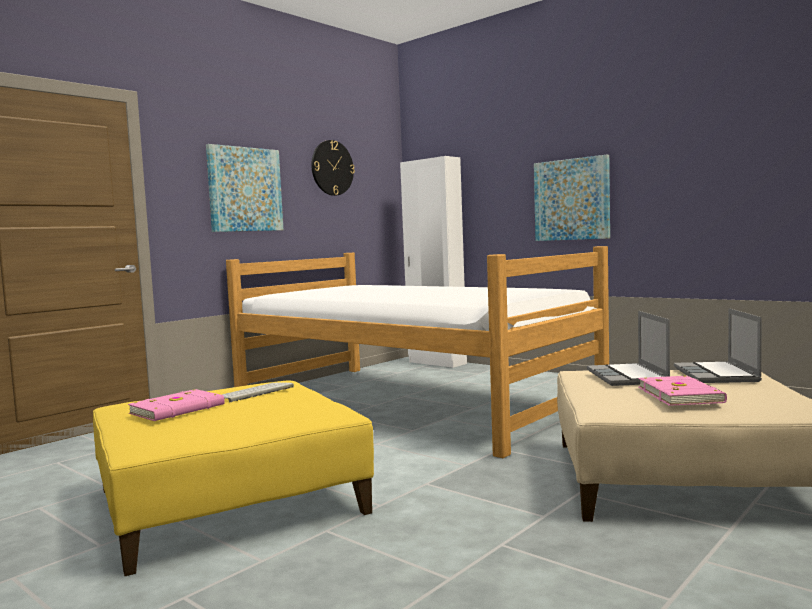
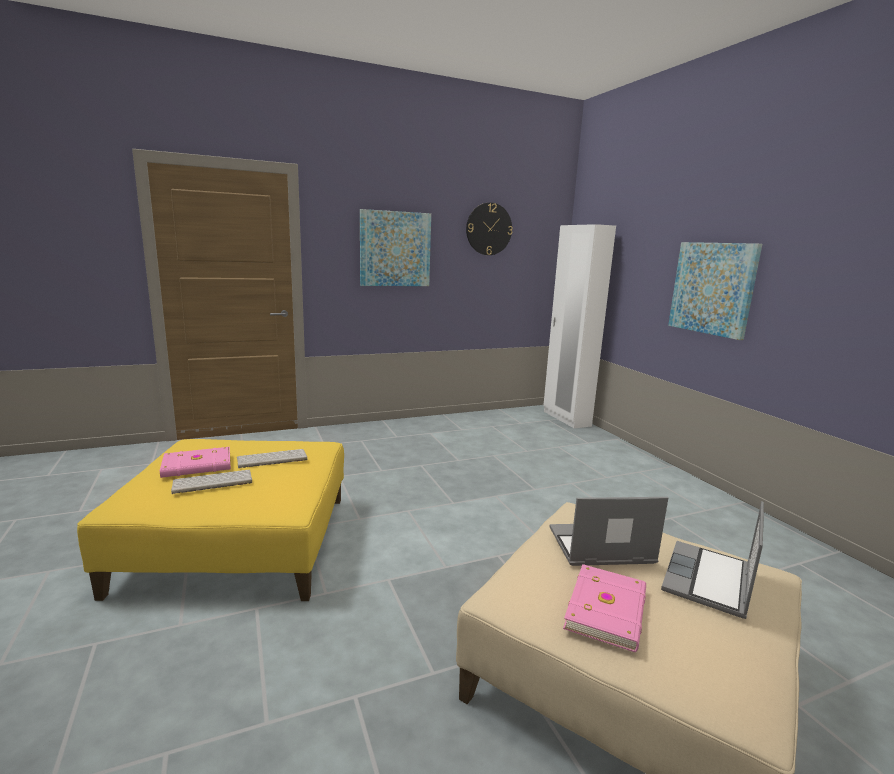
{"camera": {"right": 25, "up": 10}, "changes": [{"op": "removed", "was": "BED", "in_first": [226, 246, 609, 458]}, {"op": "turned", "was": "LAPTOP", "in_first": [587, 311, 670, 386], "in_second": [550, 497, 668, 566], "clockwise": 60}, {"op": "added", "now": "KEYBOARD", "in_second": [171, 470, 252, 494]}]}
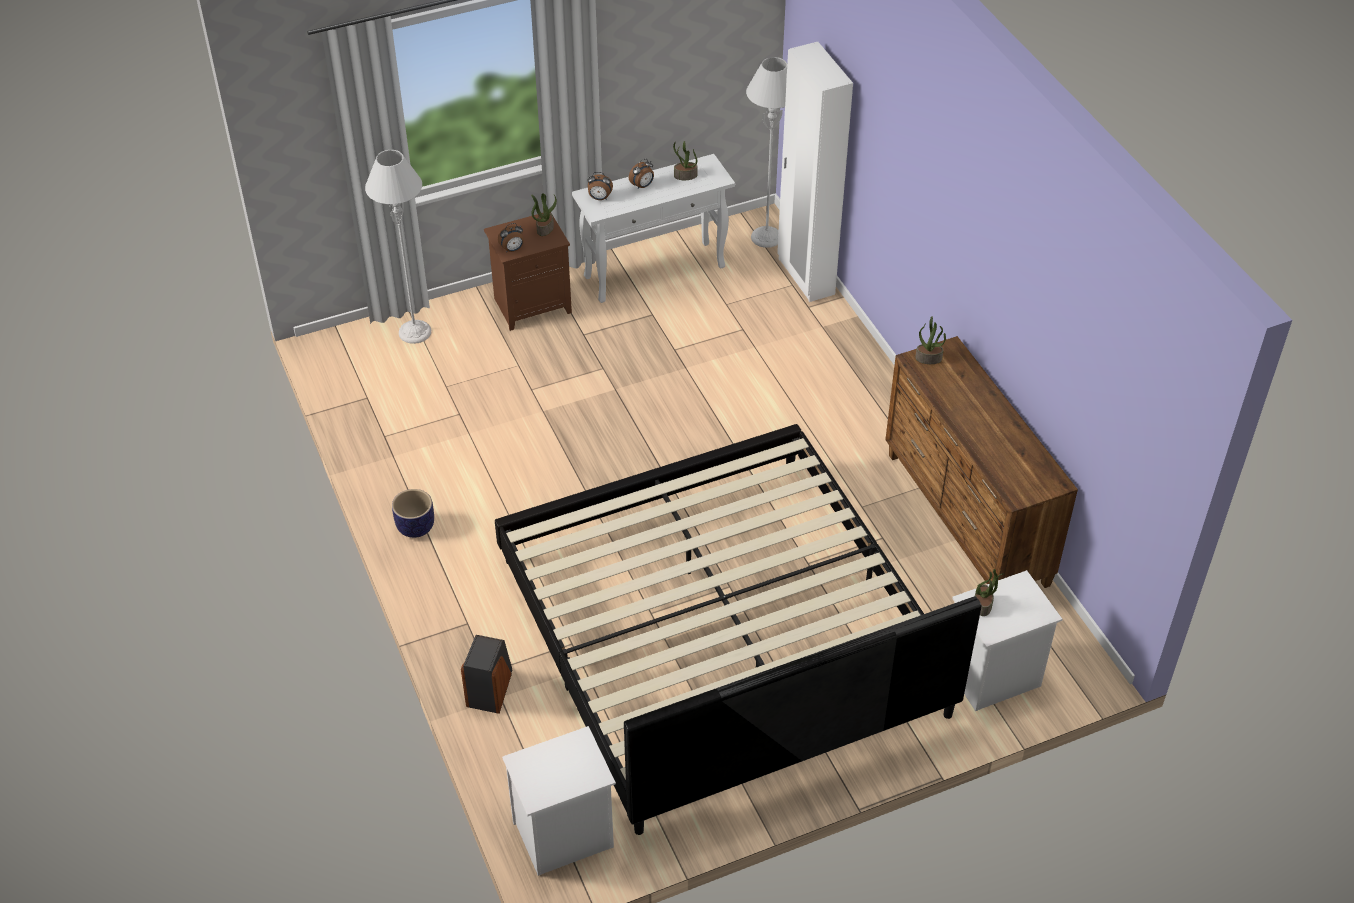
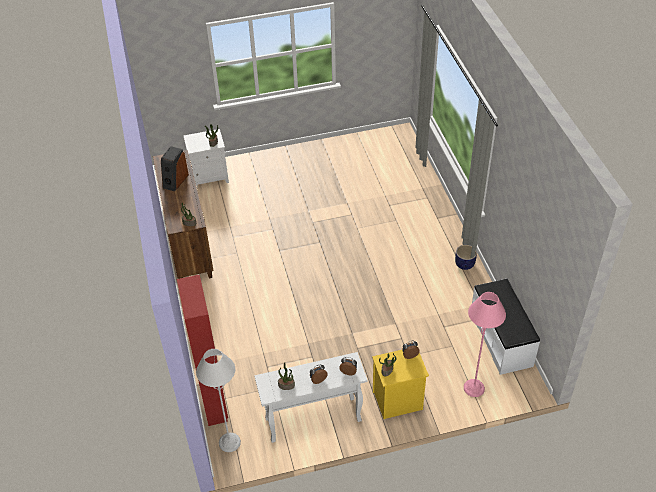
{"camera": {"right": -170, "up": 0}, "changes": [{"op": "recoloured", "was": "WHITE WARDROBE", "now": "RED WARDROBE", "in_first": [777, 42, 853, 302], "in_second": [177, 275, 228, 426]}, {"op": "recoloured", "was": "GREY FLOOR LAMP", "now": "PINK FLOOR LAMP", "in_first": [365, 150, 431, 344], "in_second": [464, 292, 506, 397]}, {"op": "recoloured", "was": "BROWN NIGHTSTAND", "now": "YELLOW NIGHTSTAND", "in_first": [484, 212, 572, 331], "in_second": [372, 350, 429, 419]}, {"op": "removed", "was": "BED", "in_first": [495, 424, 981, 835]}, {"op": "moved", "was": "SPEAKER", "in_first": [461, 635, 512, 714], "in_second": [161, 146, 189, 192]}, {"op": "removed", "was": "WHITE NIGHTSTAND", "in_first": [502, 726, 616, 876]}, {"op": "added", "now": "WHITE BENCH", "in_second": [472, 279, 540, 375]}]}
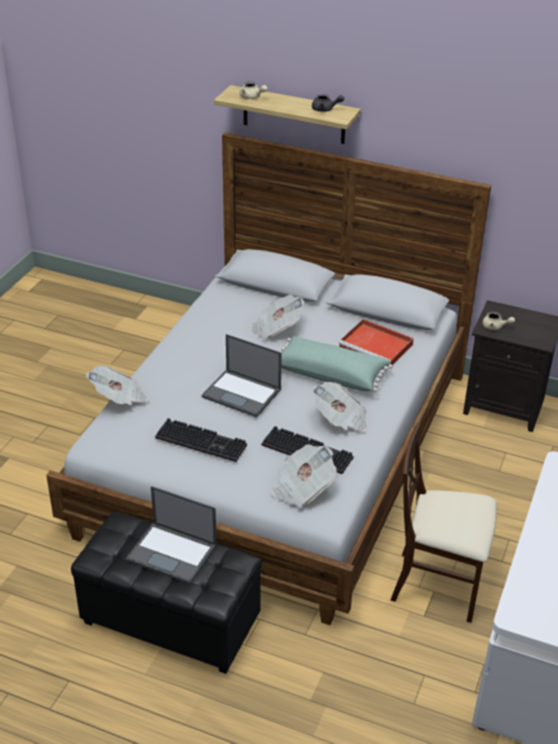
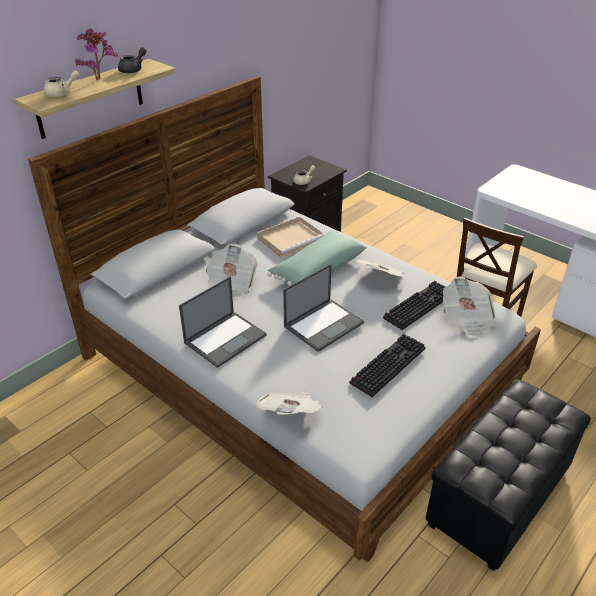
{"camera": {"right": -70, "up": 0}, "changes": [{"op": "recoloured", "was": "RED TRAY", "now": "BEIGE TRAY", "in_first": [339, 319, 414, 365], "in_second": [257, 217, 324, 258]}, {"op": "moved", "was": "LAPTOP", "in_first": [126, 486, 217, 584], "in_second": [179, 277, 267, 368]}, {"op": "added", "now": "POTTED PLANT", "in_second": [75, 28, 119, 80]}]}
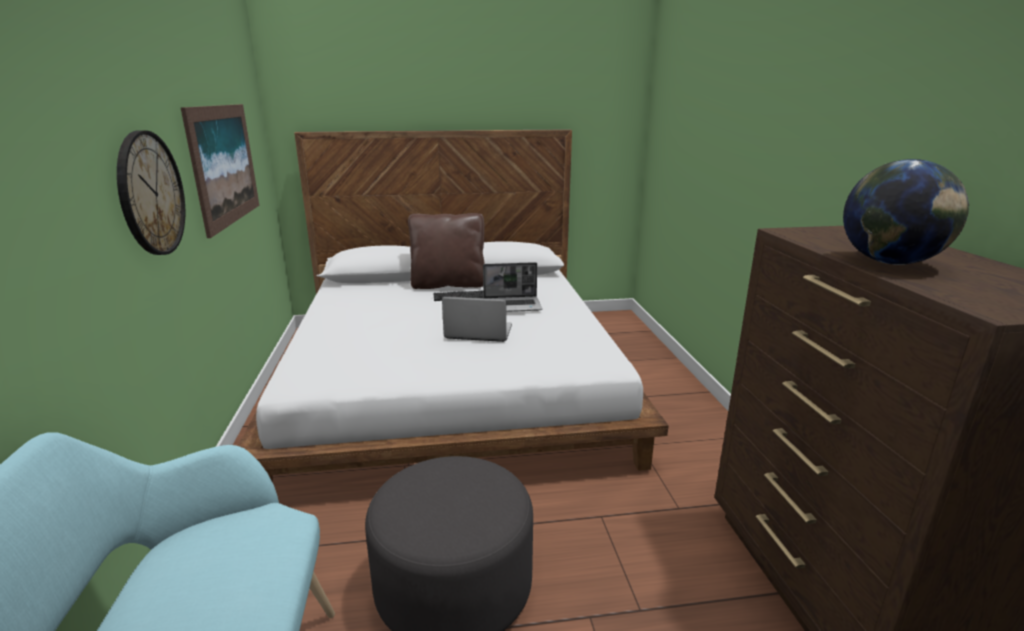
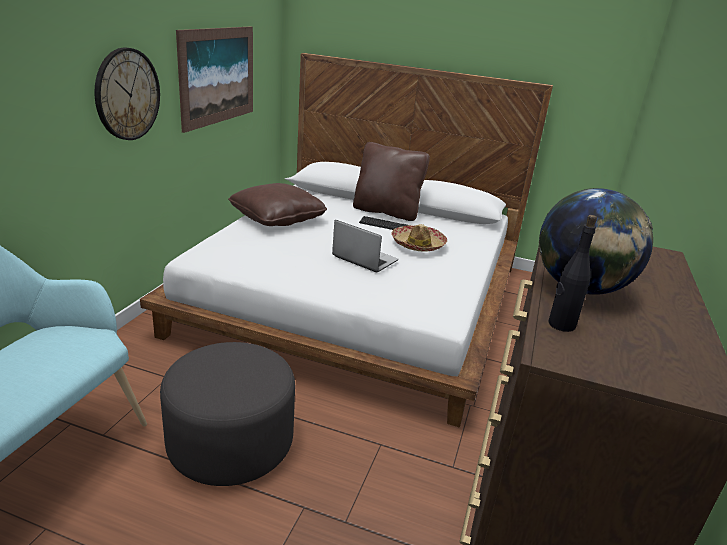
{"camera": {"right": 25, "up": 5}, "changes": [{"op": "replaced", "was": "LAPTOP", "now": "HAT", "in_first": [483, 262, 542, 312], "in_second": [392, 224, 447, 252]}, {"op": "added", "now": "BROWN PILLOW", "in_second": [228, 183, 327, 226]}, {"op": "added", "now": "BLACK BOTTLE", "in_second": [549, 215, 597, 332]}]}
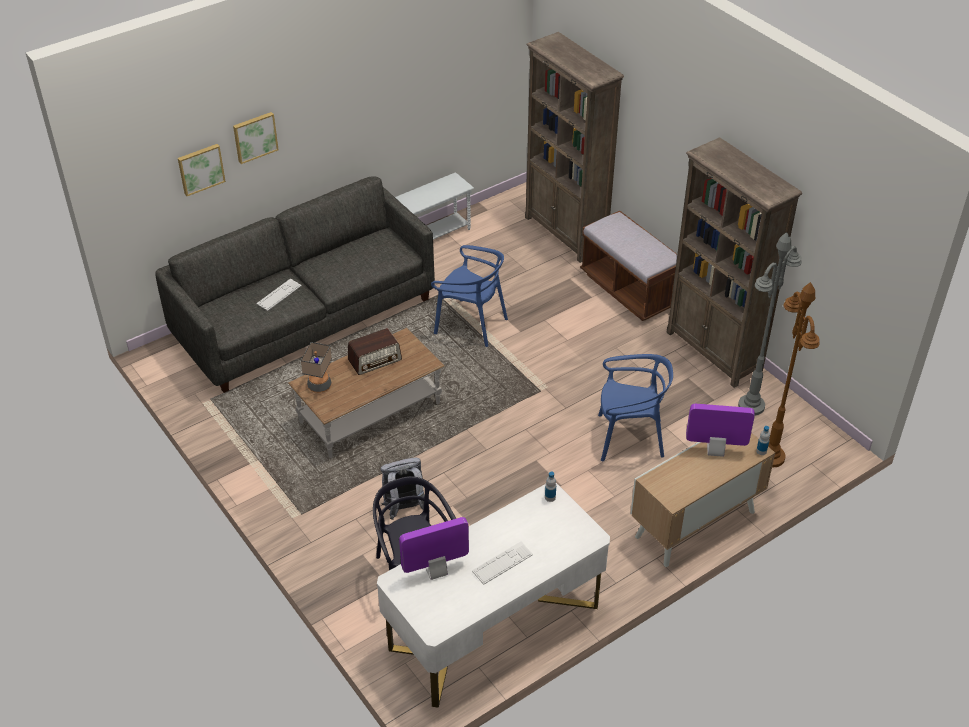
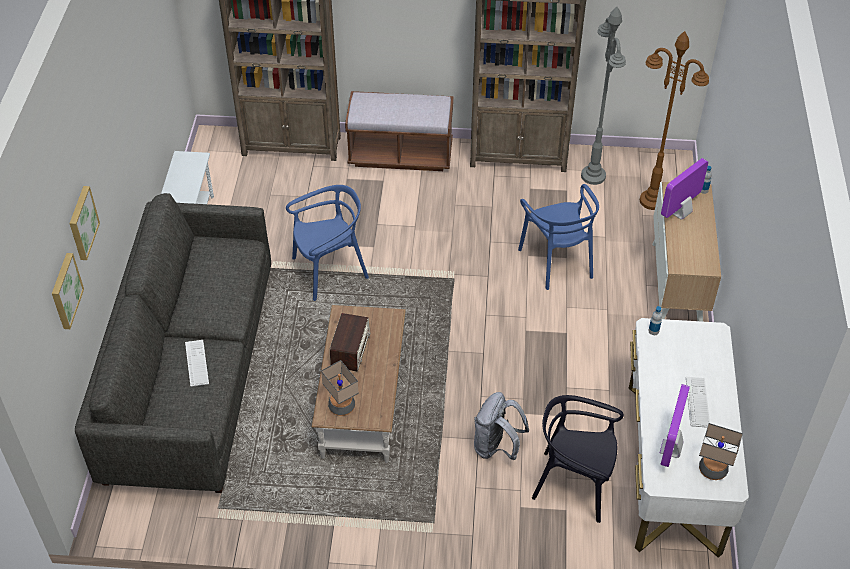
{"camera": {"right": -50, "up": 5}, "changes": [{"op": "turned", "was": "BLUE CHAIR", "in_first": [598, 354, 673, 461], "in_second": [518, 184, 599, 290], "clockwise": 120}, {"op": "added", "now": "TABLE LAMP", "in_second": [699, 423, 743, 480]}]}
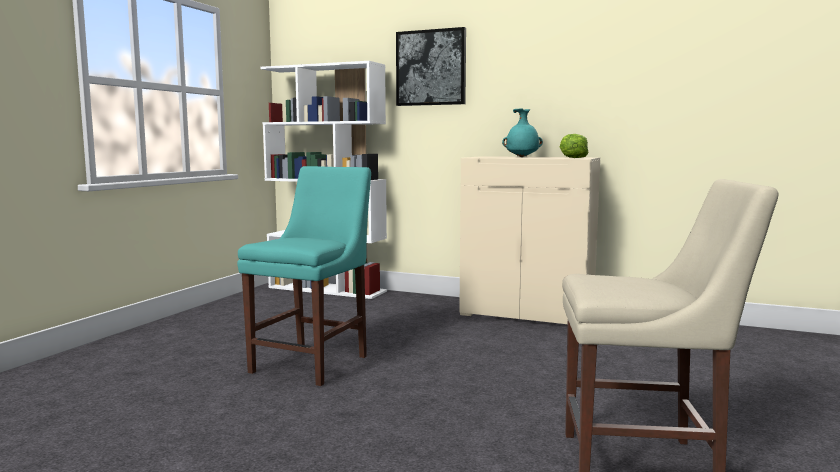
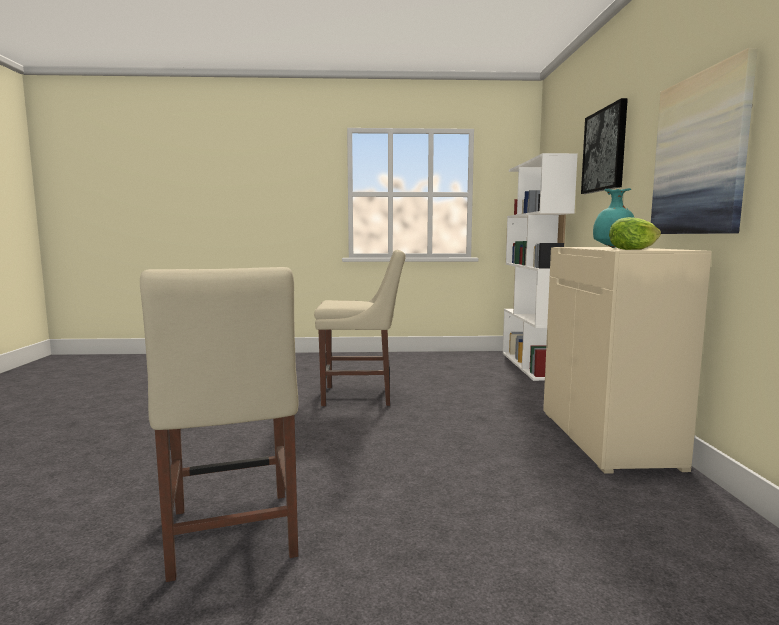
{"camera": {"right": 65, "up": 0}, "changes": [{"op": "recoloured", "was": "TURQUOISE CHAIR", "now": "BEIGE CHAIR", "in_first": [237, 166, 371, 386], "in_second": [314, 250, 406, 406]}, {"op": "added", "now": "PICTURE", "in_second": [651, 48, 758, 234]}]}
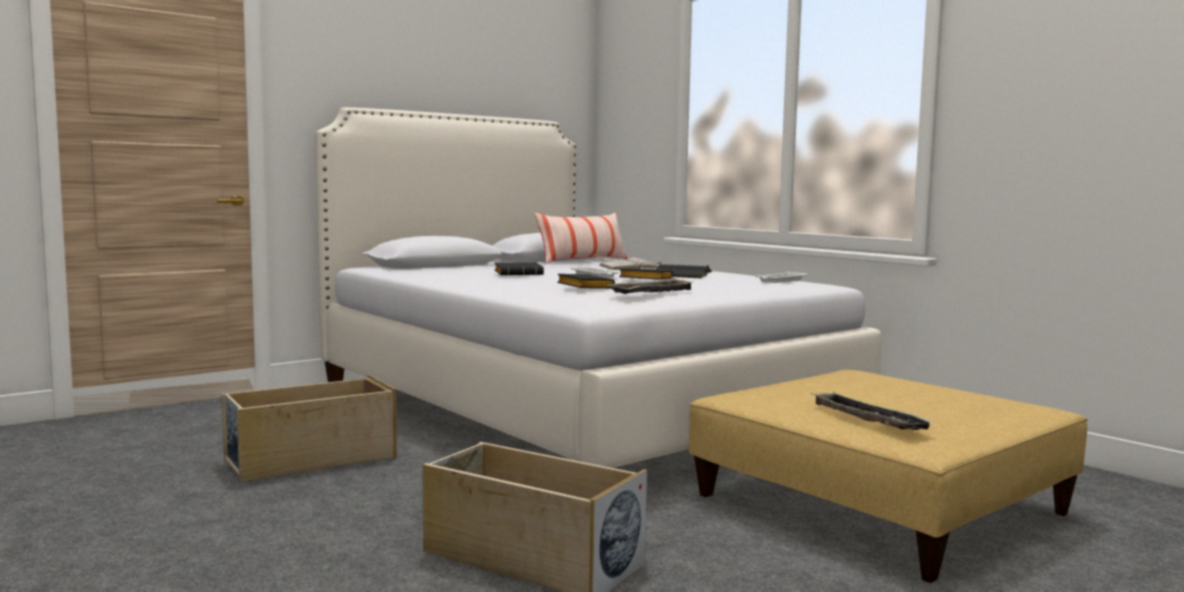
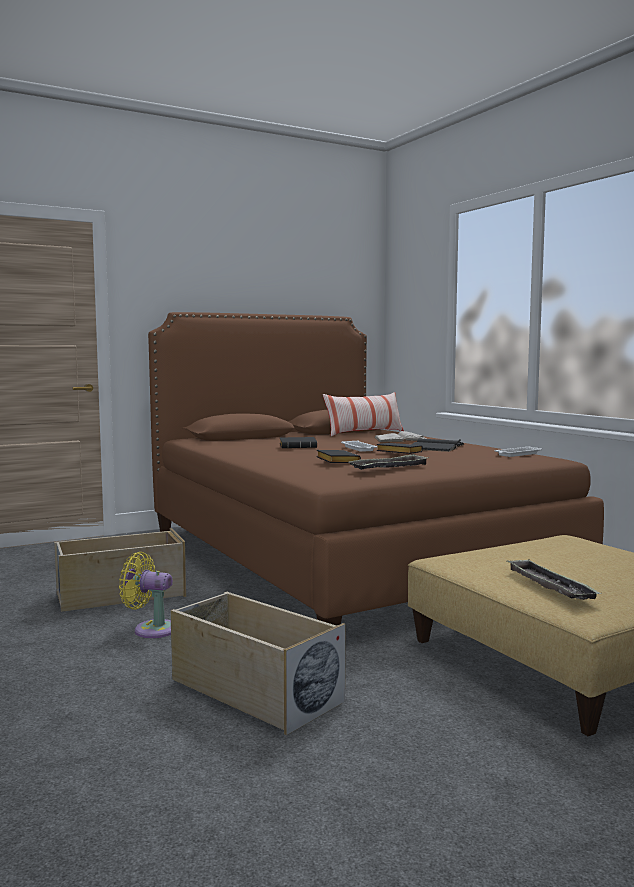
{"camera": {"right": 10, "up": 0}, "changes": [{"op": "recoloured", "was": "WHITE BED", "now": "BROWN BED", "in_first": [315, 107, 881, 468], "in_second": [148, 312, 604, 626]}, {"op": "added", "now": "YELLOW FAN", "in_second": [119, 552, 173, 638]}]}
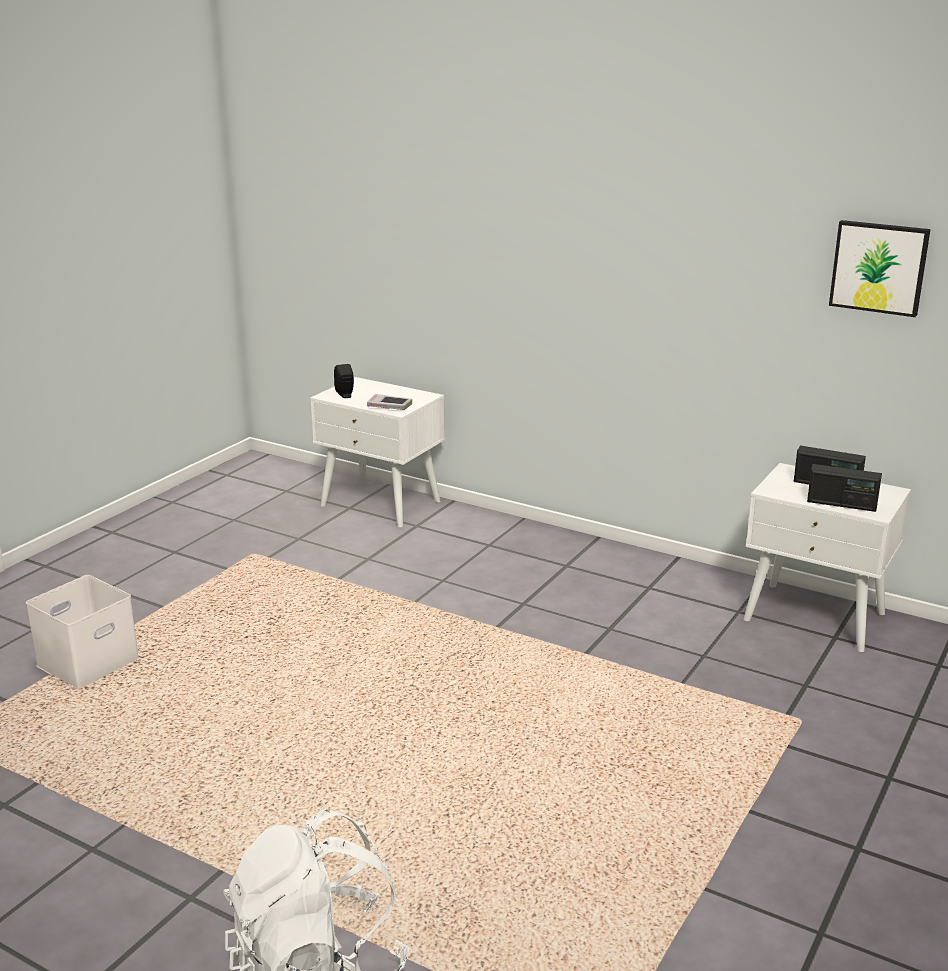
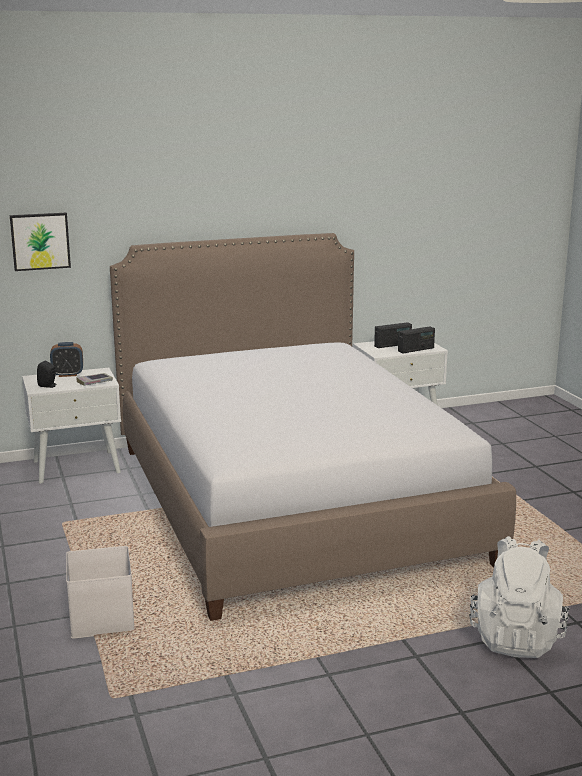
{"camera": {"right": -50, "up": -5}, "changes": [{"op": "moved", "was": "PICTURE", "in_first": [829, 220, 931, 317], "in_second": [10, 213, 71, 271]}, {"op": "added", "now": "BED", "in_second": [110, 233, 516, 621]}, {"op": "added", "now": "ALARM CLOCK", "in_second": [50, 342, 83, 377]}]}
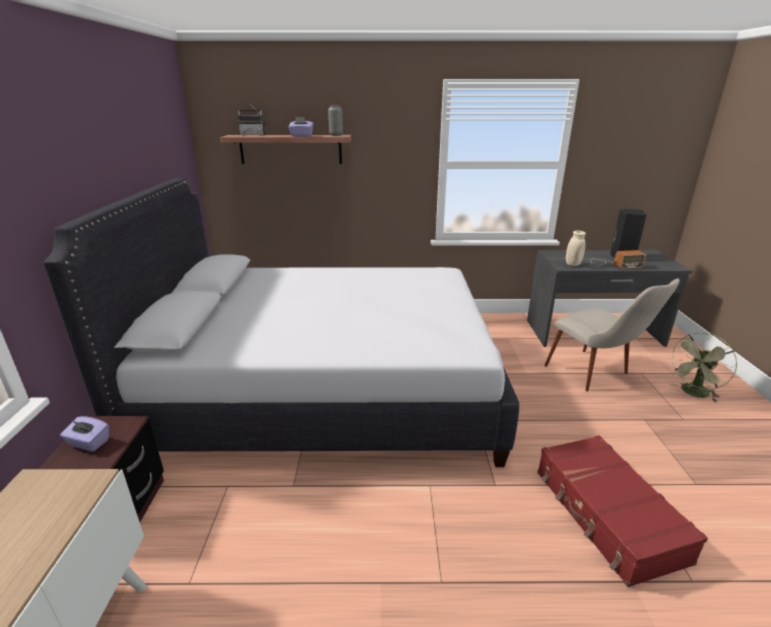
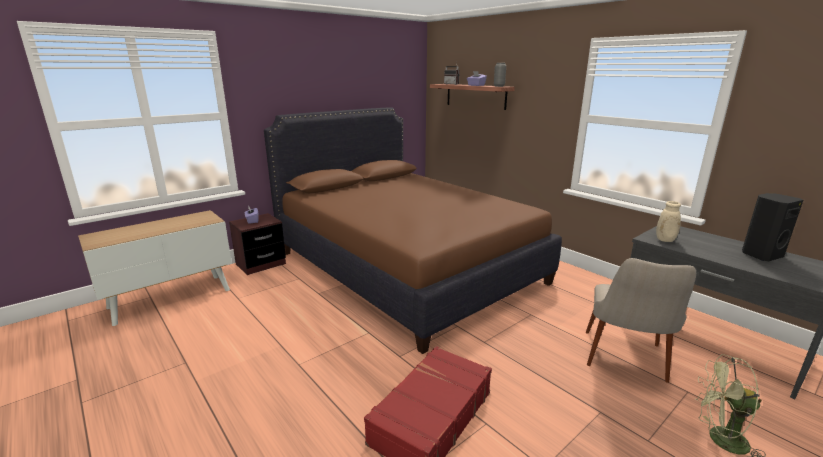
{"camera": {"right": 50, "up": -5}, "changes": [{"op": "recoloured", "was": "WHITE BED", "now": "BROWN BED", "in_first": [43, 178, 519, 467], "in_second": [264, 107, 562, 354]}, {"op": "removed", "was": "RADIO", "in_first": [586, 250, 646, 269]}]}
